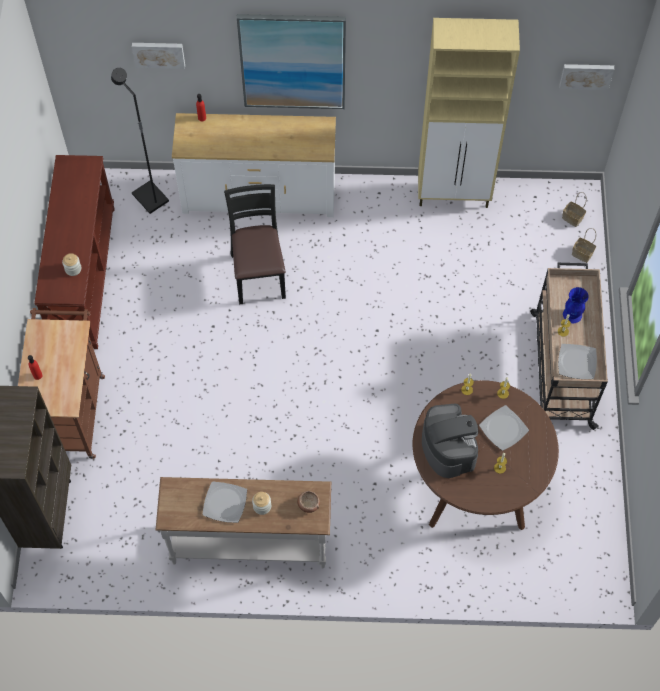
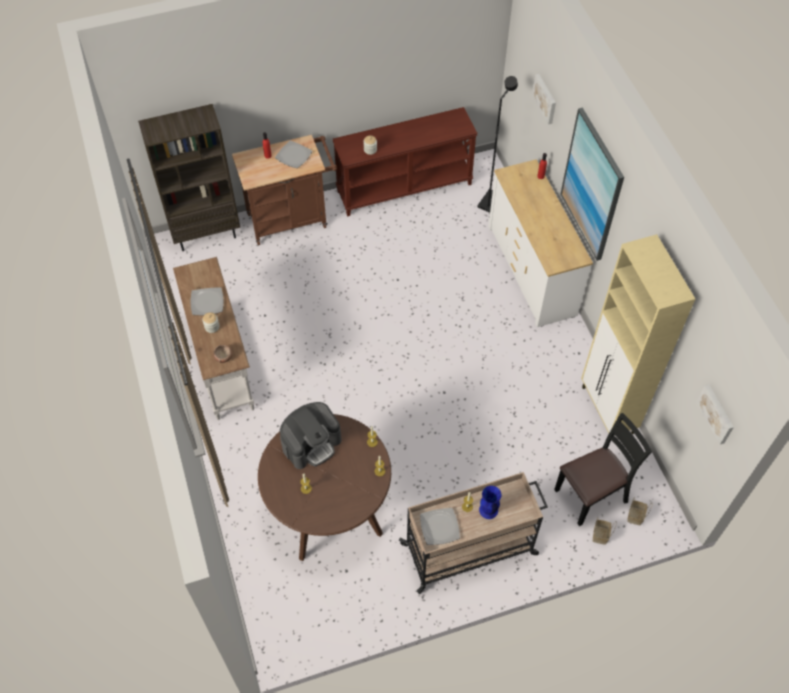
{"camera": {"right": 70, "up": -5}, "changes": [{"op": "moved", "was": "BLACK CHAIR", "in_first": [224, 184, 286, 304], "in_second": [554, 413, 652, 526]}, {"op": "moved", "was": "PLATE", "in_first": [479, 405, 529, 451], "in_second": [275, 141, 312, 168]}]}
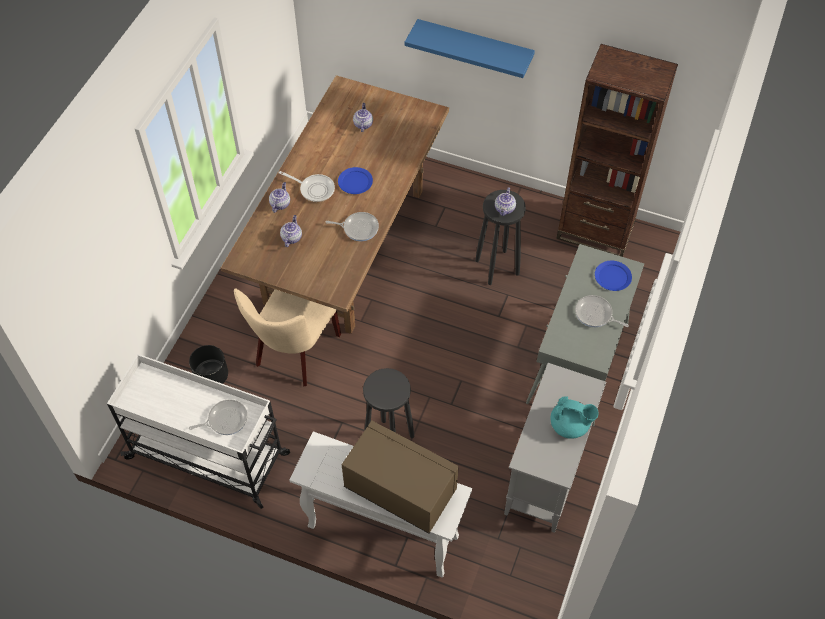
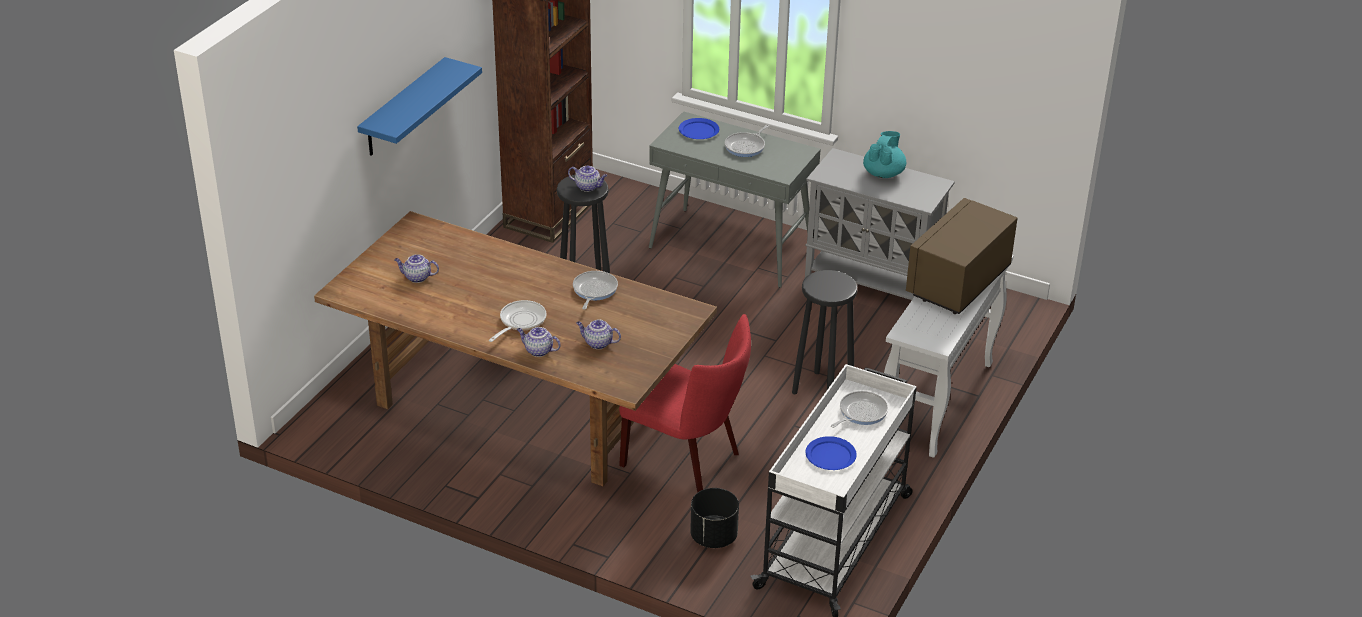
{"camera": {"right": -85, "up": -20}, "changes": [{"op": "moved", "was": "BLUE PLATE", "in_first": [338, 167, 373, 194], "in_second": [805, 436, 857, 470]}, {"op": "recoloured", "was": "BEIGE CHAIR", "now": "RED CHAIR", "in_first": [234, 288, 341, 387], "in_second": [619, 314, 751, 493]}, {"op": "turned", "was": "FRYING PAN", "in_first": [189, 399, 248, 435], "in_second": [831, 391, 888, 428], "clockwise": 60}]}
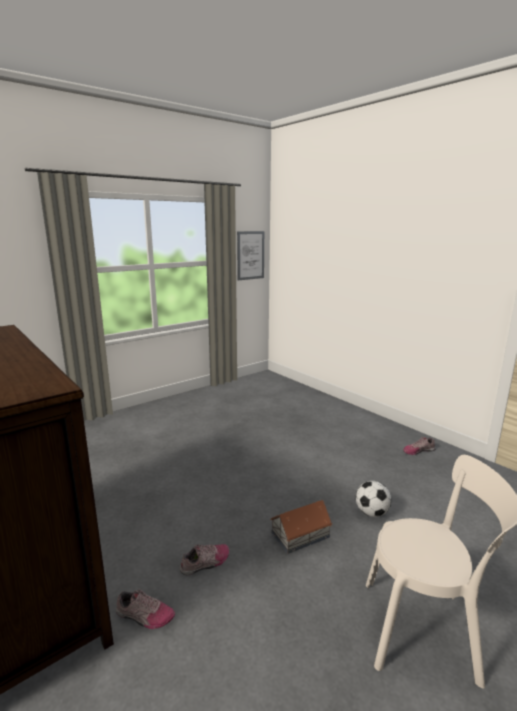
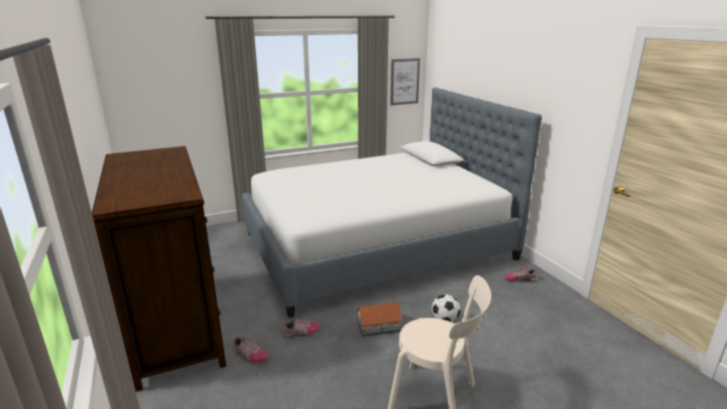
{"camera": {"right": 15, "up": 5}, "changes": [{"op": "added", "now": "BED", "in_second": [242, 87, 542, 318]}]}
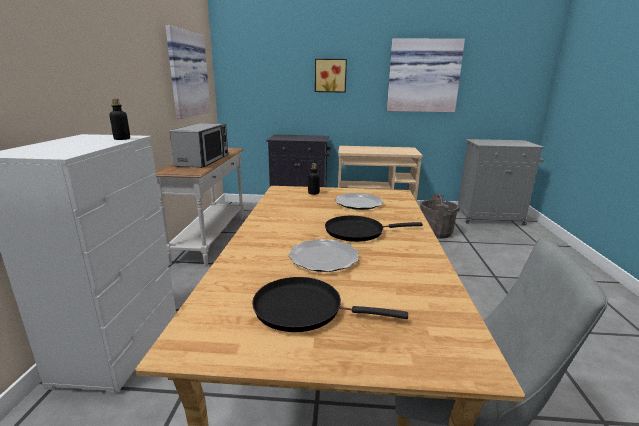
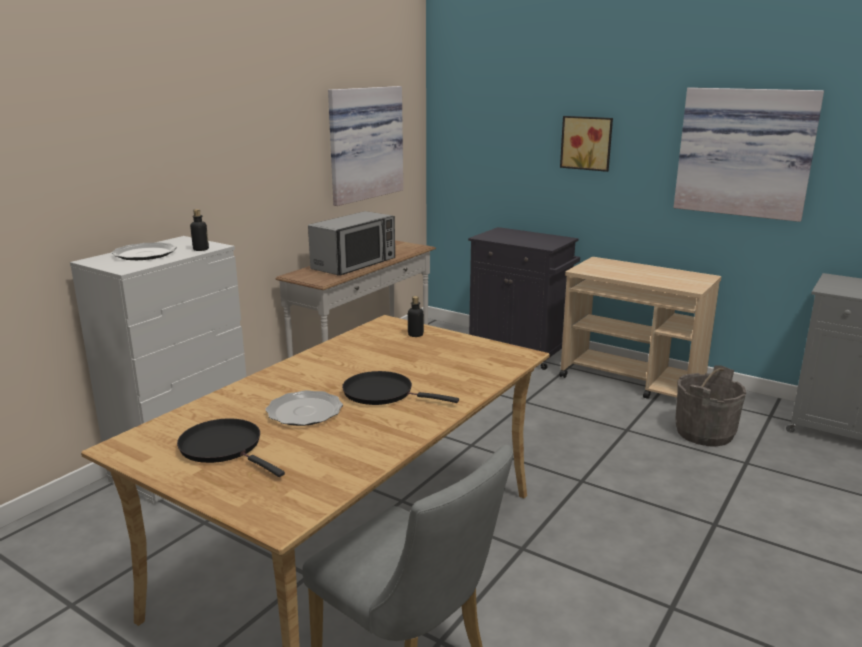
{"camera": {"right": 30, "up": 0}, "changes": [{"op": "moved", "was": "PLATE", "in_first": [335, 193, 384, 210], "in_second": [111, 242, 177, 260]}]}
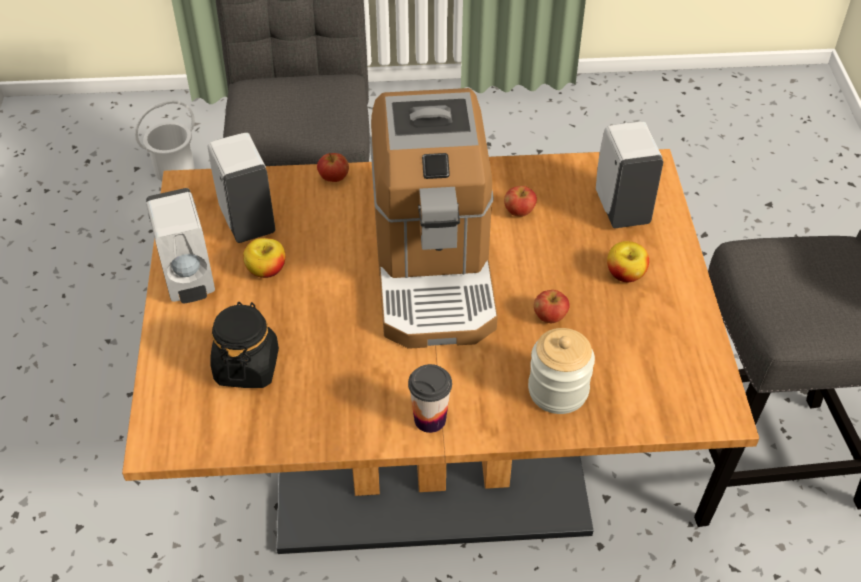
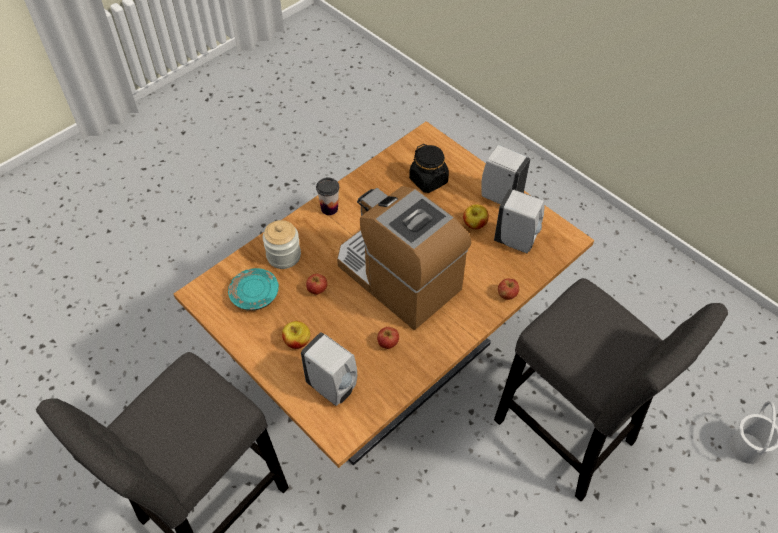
{"camera": {"right": 140, "up": 5}, "changes": [{"op": "added", "now": "TURQUOISE PLATE", "in_second": [228, 268, 279, 311]}]}
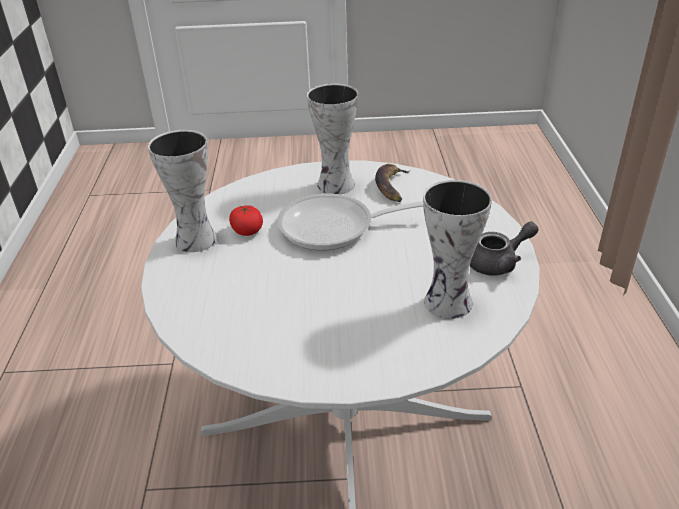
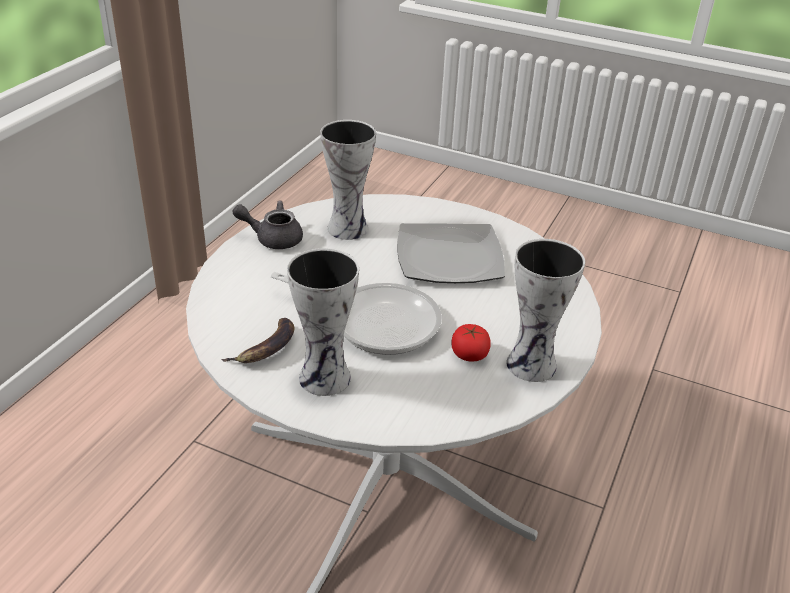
{"camera": {"right": -155, "up": 0}, "changes": [{"op": "added", "now": "PLATE", "in_second": [397, 223, 505, 283]}]}
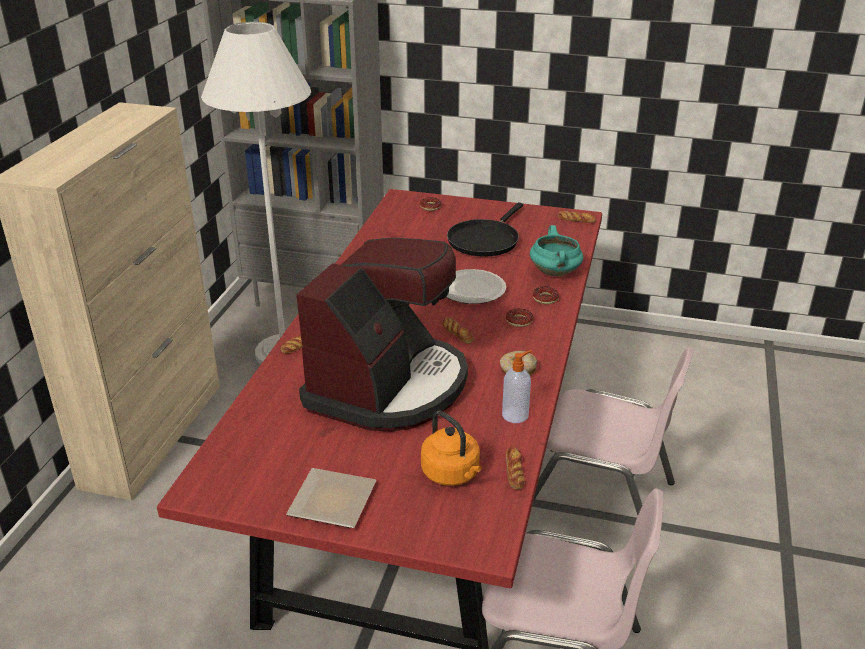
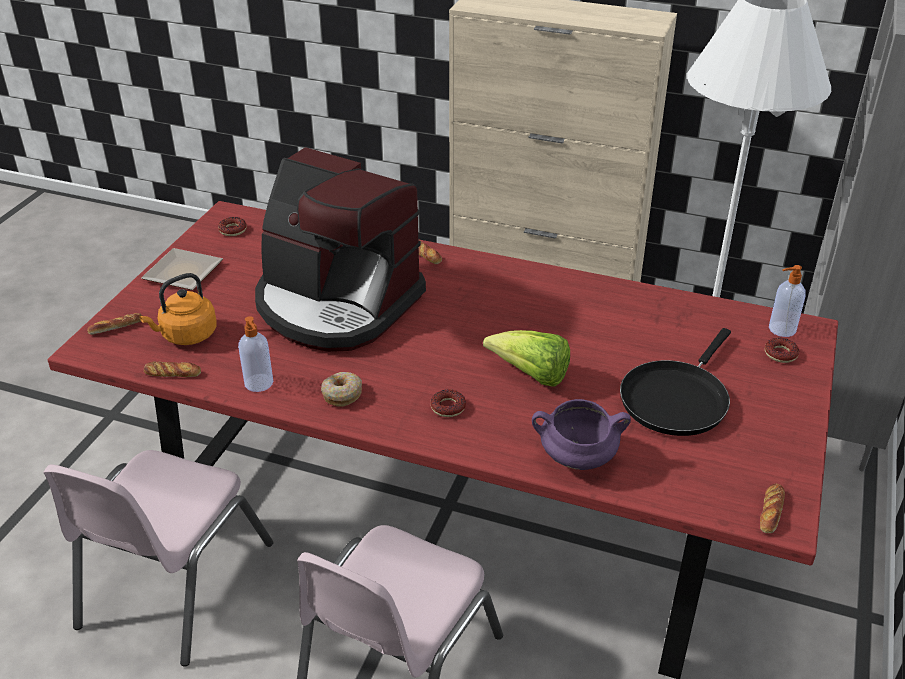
{"camera": {"right": 95, "up": 5}, "changes": [{"op": "turned", "was": "BLACK FRYING PAN", "in_first": [447, 202, 523, 257], "in_second": [620, 328, 731, 436], "clockwise": -90}, {"op": "recoloured", "was": "TURQUOISE COOKING POT", "now": "PURPLE COOKING POT", "in_first": [530, 225, 583, 276], "in_second": [532, 399, 631, 470]}, {"op": "replaced", "was": "PLATE", "now": "LETTUCE", "in_first": [446, 269, 506, 304], "in_second": [483, 330, 570, 387]}, {"op": "moved", "was": "DONUT", "in_first": [533, 286, 559, 304], "in_second": [218, 217, 246, 236]}, {"op": "moved", "was": "BREAD", "in_first": [442, 317, 474, 344], "in_second": [88, 313, 142, 335]}, {"op": "added", "now": "SOAP DISPENSER", "in_second": [769, 265, 806, 337]}]}
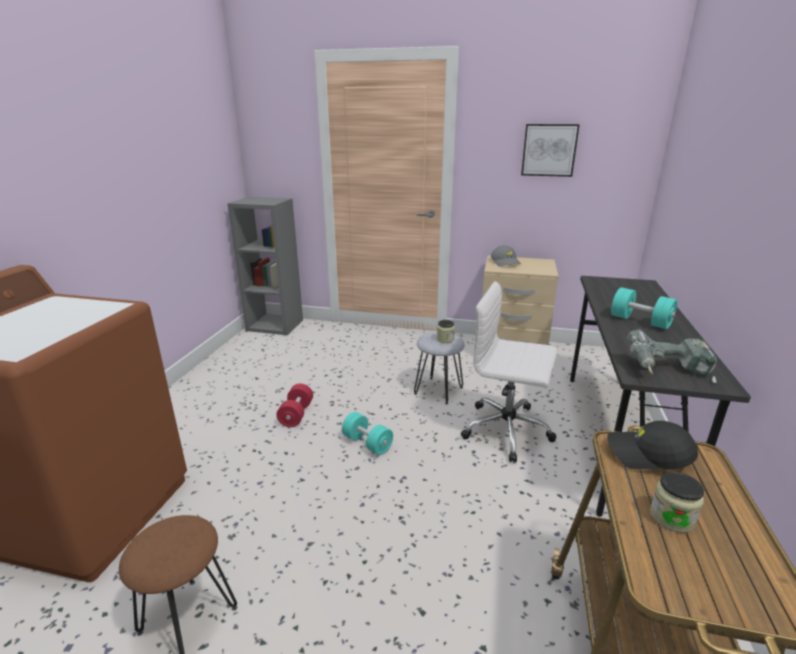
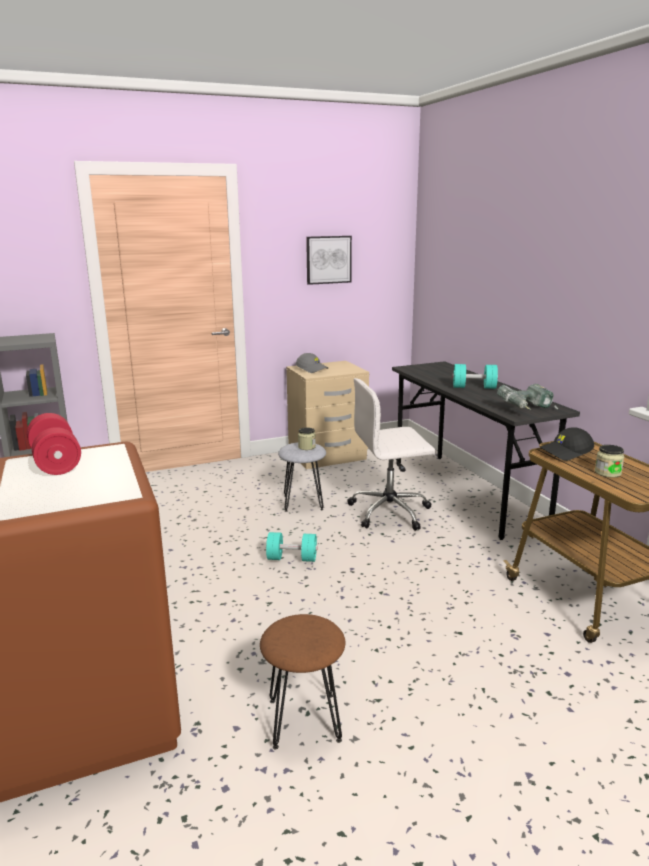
{"camera": {"right": -35, "up": -5}, "changes": [{"op": "moved", "was": "RED DUMBBELL", "in_first": [276, 384, 313, 427], "in_second": [27, 413, 81, 475]}]}
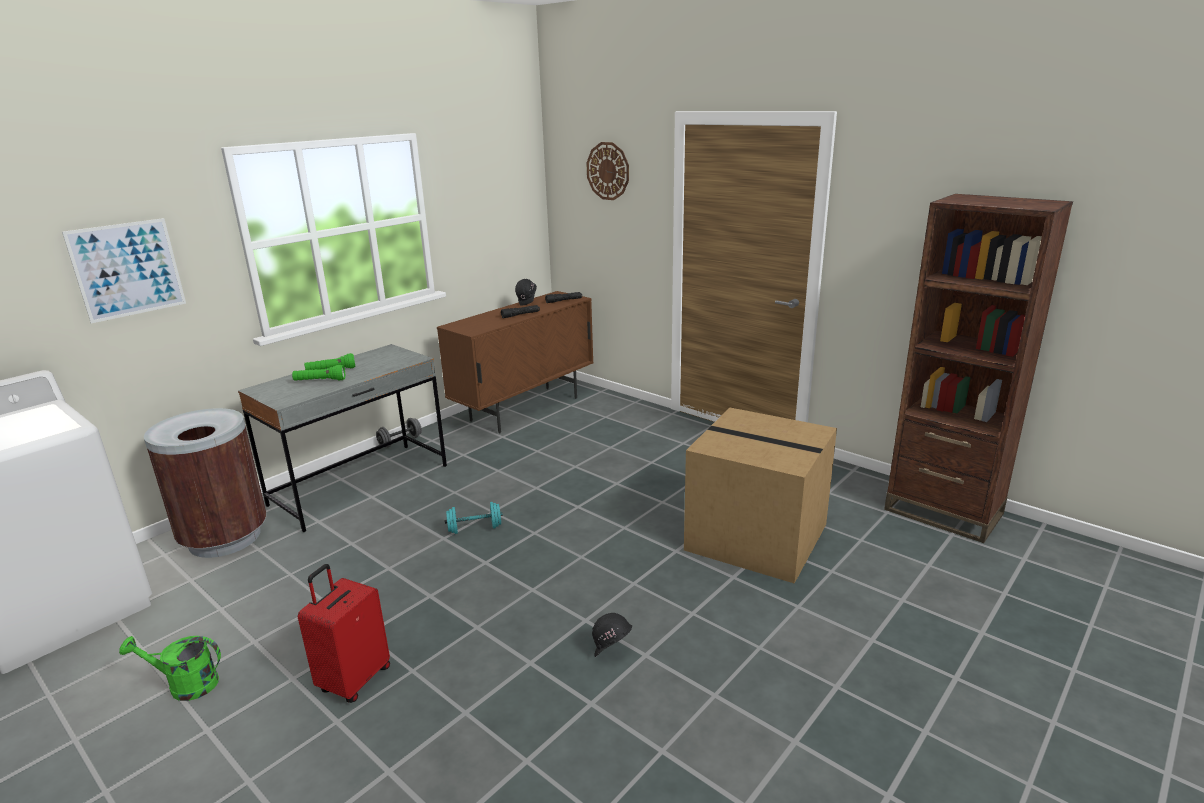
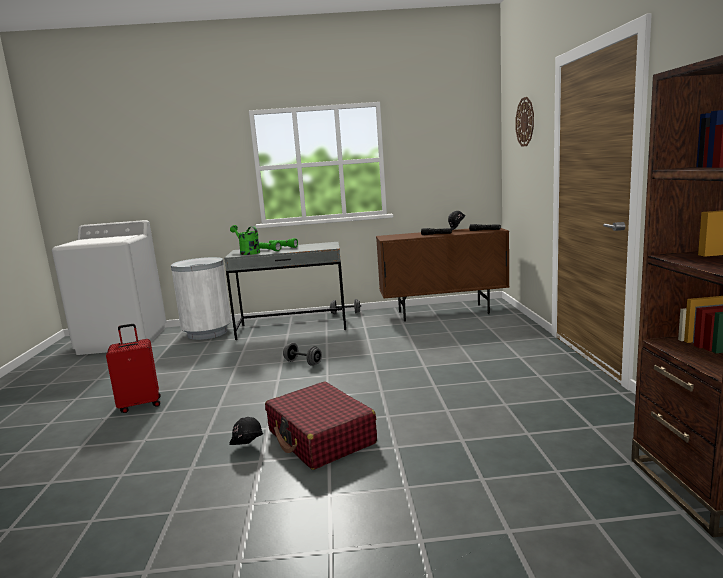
{"camera": {"right": 45, "up": -10}, "changes": [{"op": "removed", "was": "PICTURE", "in_first": [62, 218, 186, 323]}, {"op": "recoloured", "was": "BROWN TRASH CAN", "now": "WHITE TRASH CAN", "in_first": [144, 408, 267, 558], "in_second": [171, 257, 231, 340]}, {"op": "removed", "was": "CARDBOARD BOX", "in_first": [684, 408, 837, 584]}, {"op": "recoloured", "was": "TURQUOISE DUMBBELL", "now": "GREY DUMBBELL", "in_first": [445, 502, 503, 534], "in_second": [283, 343, 322, 366]}, {"op": "moved", "was": "GREEN WATERING CAN", "in_first": [119, 636, 221, 701], "in_second": [230, 225, 260, 255]}, {"op": "added", "now": "RED SUITCASE", "in_second": [265, 381, 377, 470]}]}
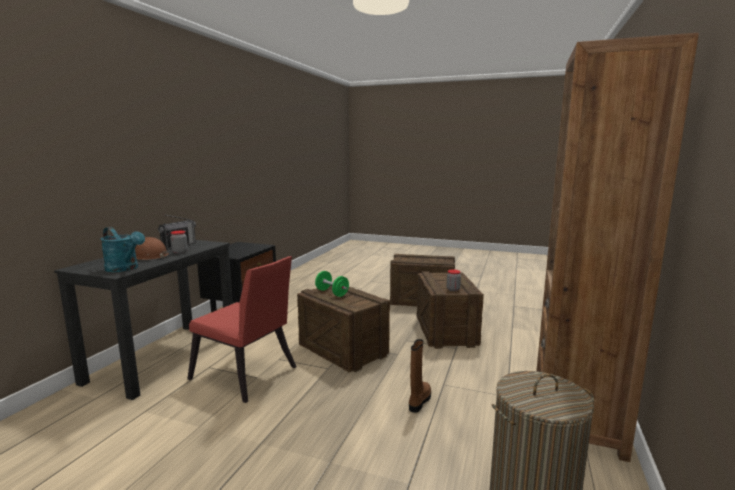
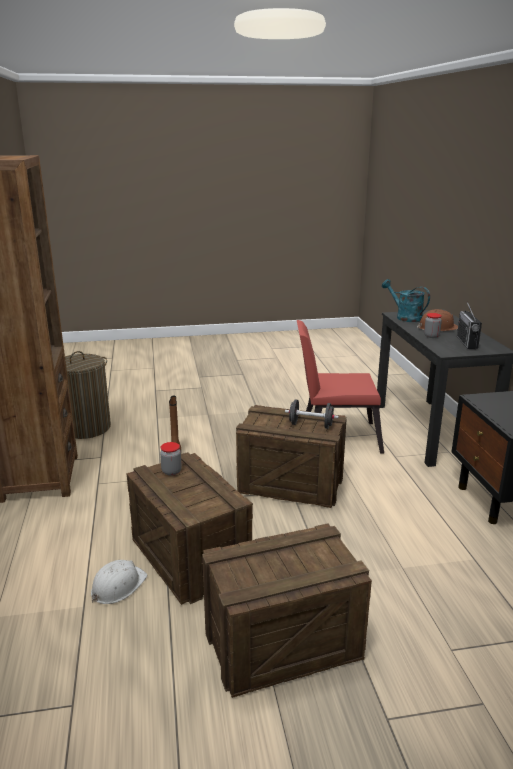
{"camera": {"right": 150, "up": 10}, "changes": [{"op": "turned", "was": "TURQUOISE WATERING CAN", "in_first": [100, 227, 145, 272], "in_second": [382, 279, 430, 322], "clockwise": 45}, {"op": "recoloured", "was": "GREEN DUMBBELL", "now": "BLACK DUMBBELL", "in_first": [315, 271, 349, 297], "in_second": [285, 399, 339, 429]}, {"op": "added", "now": "WHITE HARD HAT", "in_second": [91, 560, 147, 604]}]}
